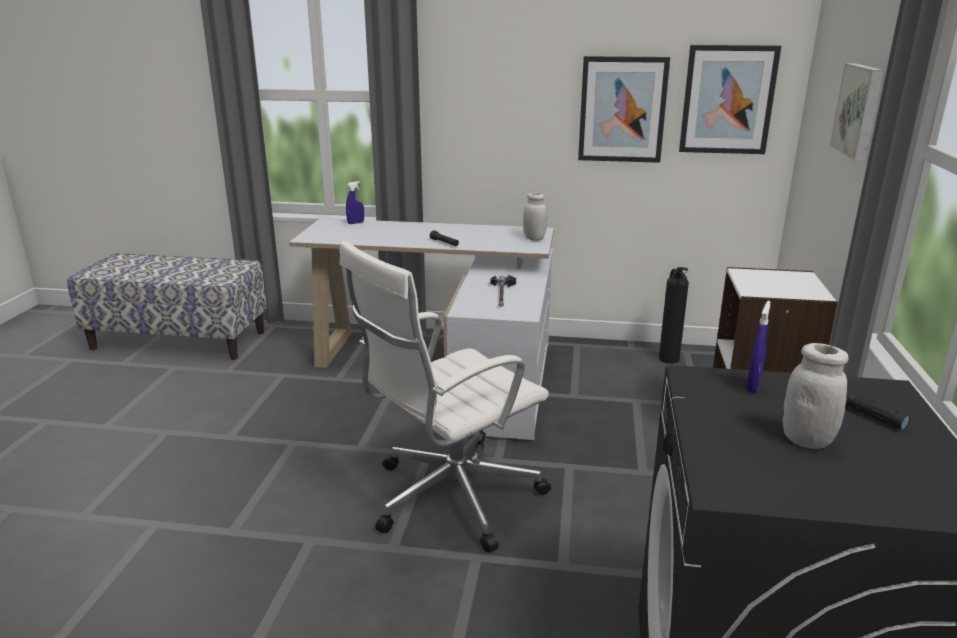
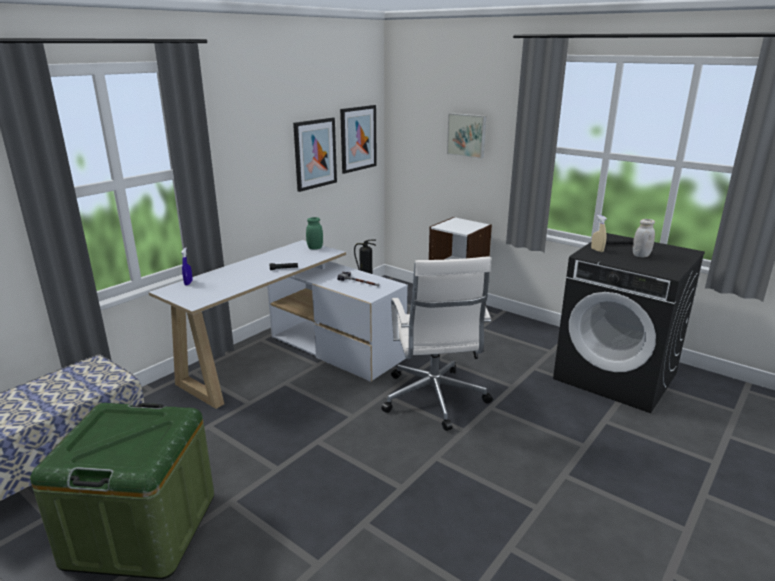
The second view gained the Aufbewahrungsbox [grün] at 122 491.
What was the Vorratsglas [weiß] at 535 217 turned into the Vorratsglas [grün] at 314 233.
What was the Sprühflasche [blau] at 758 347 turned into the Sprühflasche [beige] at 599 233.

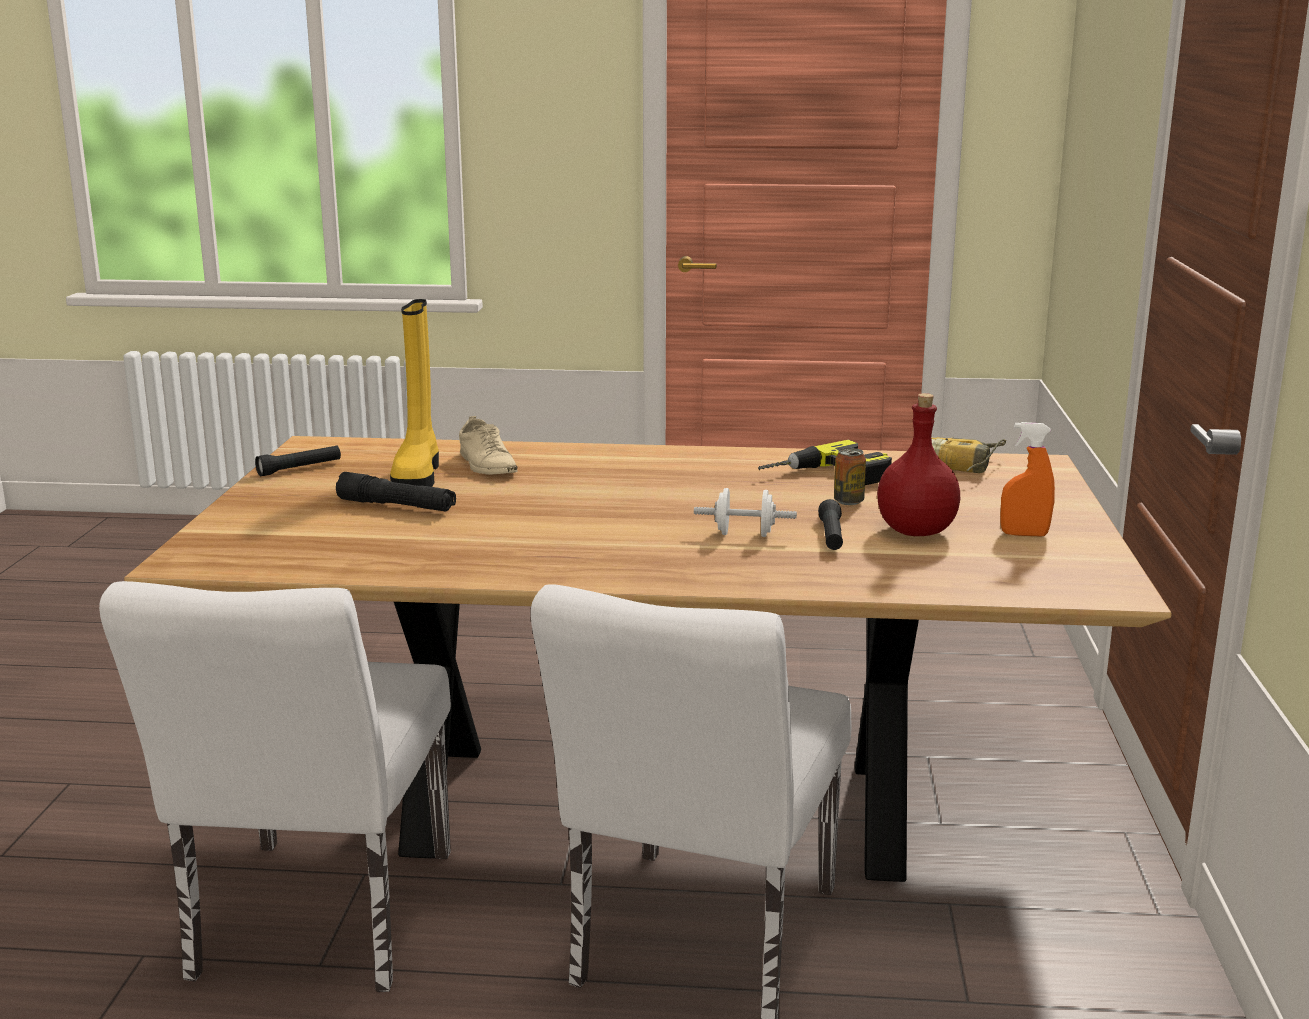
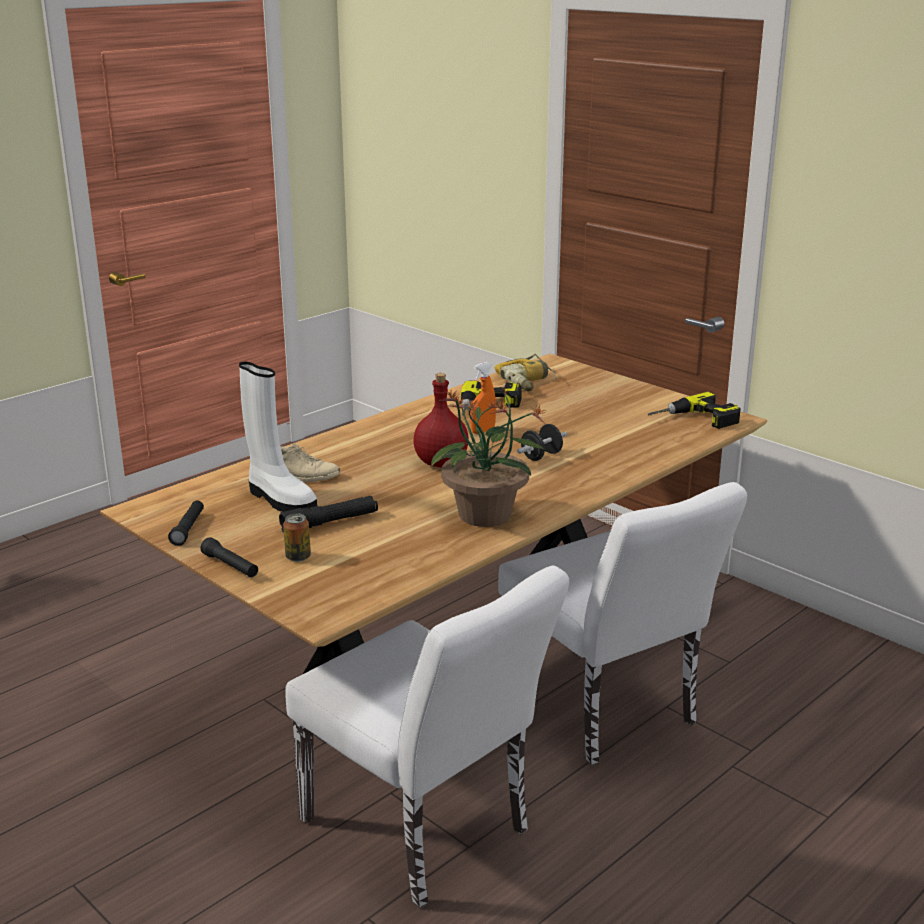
The second view gained the Topfpflanze at 488 458.
The second view gained the Bohrmaschine at 694 410.
The Taschenlampe [schwarz] ended up elsewhere, having gone from 830 524 to 229 557.
The Dose ended up elsewhere, having gone from 850 476 to 297 537.
The Flasche [rot] ended up elsewhere, having gone from 918 464 to 441 420.
The Sprühflasche [orange] ended up elsewhere, having gone from 1028 479 to 483 398.
What was the Stiefel [gelb] at 414 393 turned into the Stiefel [weiß] at 278 437.
What was the Hantel [weiß] at 745 512 turned into the Hantel [schwarz] at 542 442.

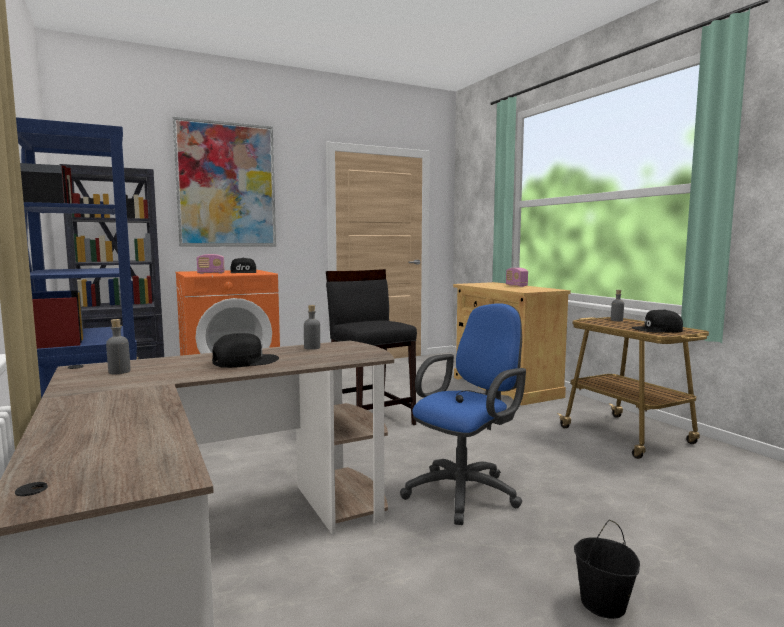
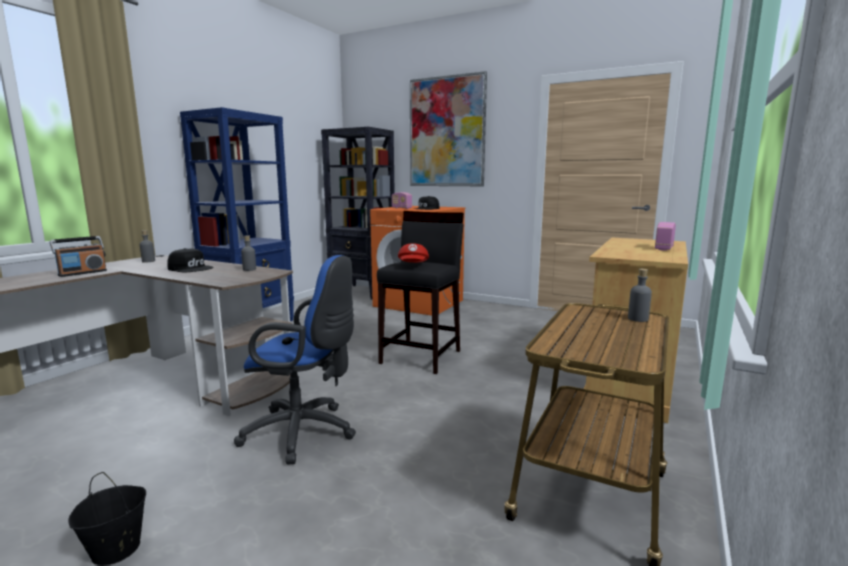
The second view lost the Kappe [schwarz] at 657 321.
The second view gained the Radio at 78 256.
The second view gained the Kappe [rot] at 413 253.

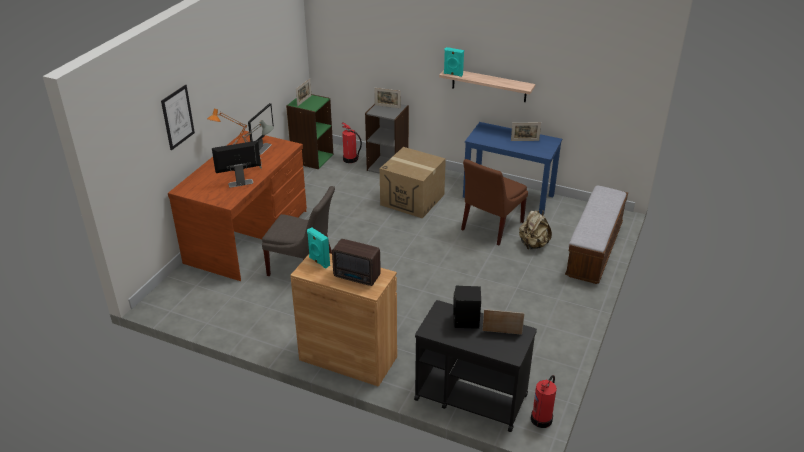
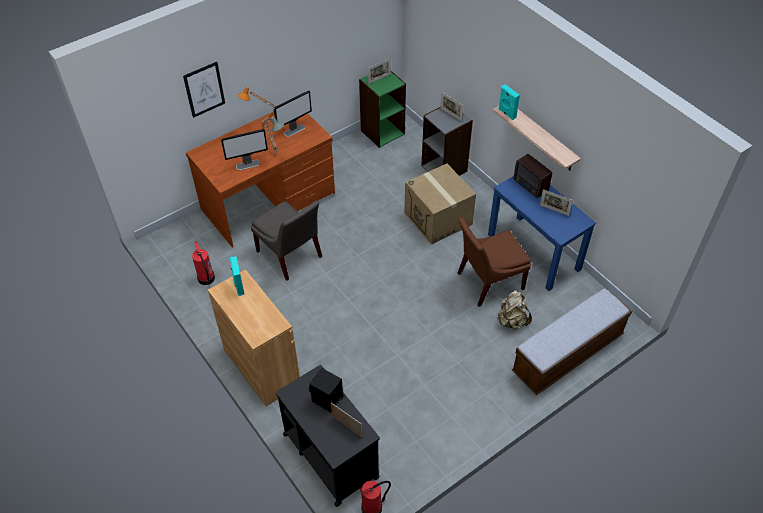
The Radio ended up elsewhere, having gone from 356 262 to 533 176.
The Feuerlöscher ended up elsewhere, having gone from 352 142 to 203 263.
The Monitor at 236 164 ended up facing another way, 150 degrees clockwise from before.

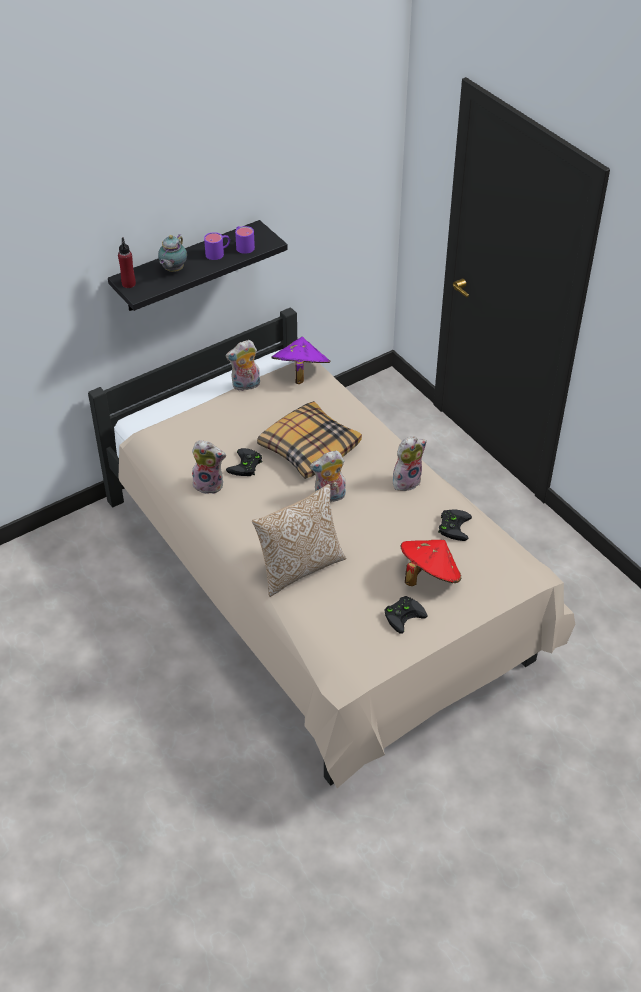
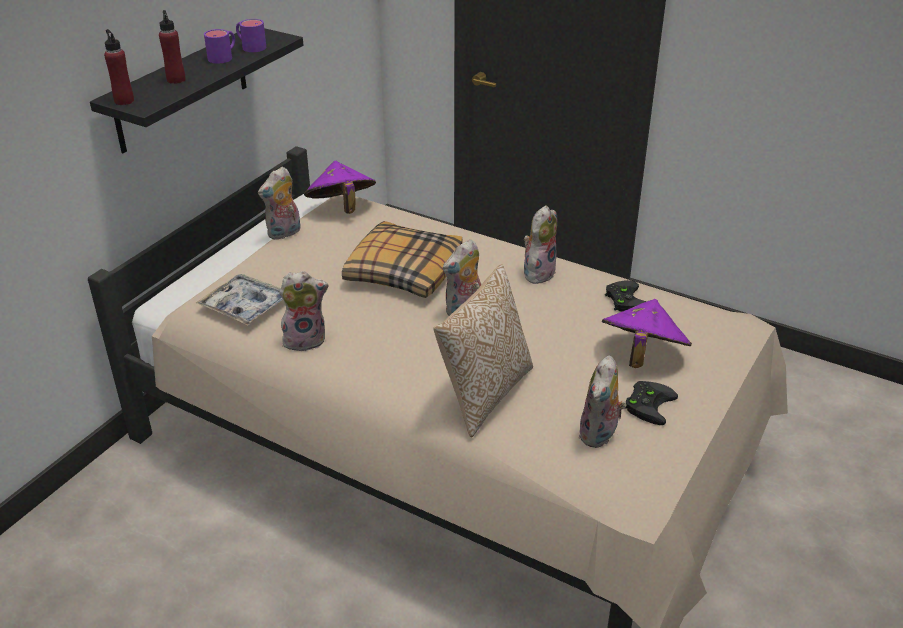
The second view lost the Gamepad [schwarz] at 244 462.
The second view gained the Tablett at 239 300.
The second view gained the Plüschtier at 602 401.
Where the Teekanne stood at 172 253, the Flasche [rot] came to stand at 172 47.
What was the Hut [rot] at 431 563 turned into the Hut [lila] at 647 333.

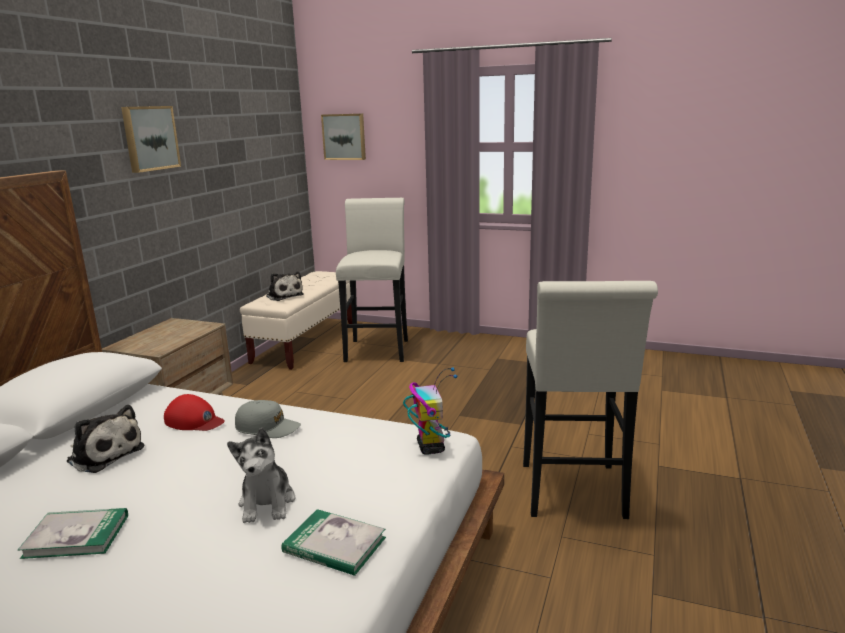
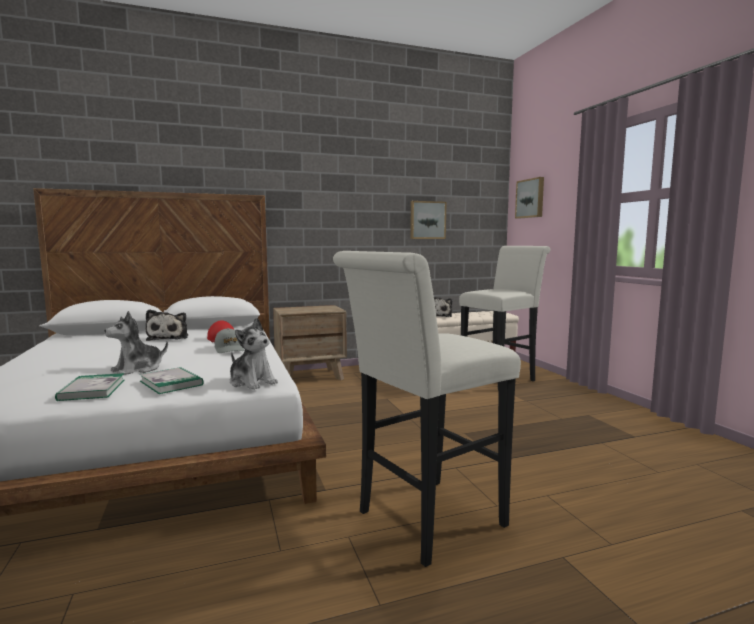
The Buch ended up elsewhere, having gone from 73 533 to 171 380.
The Bild ended up elsewhere, having gone from 151 139 to 428 220.
Where the Spielzeugroboter stood at 430 411, the Plüschtier came to stand at 254 354.

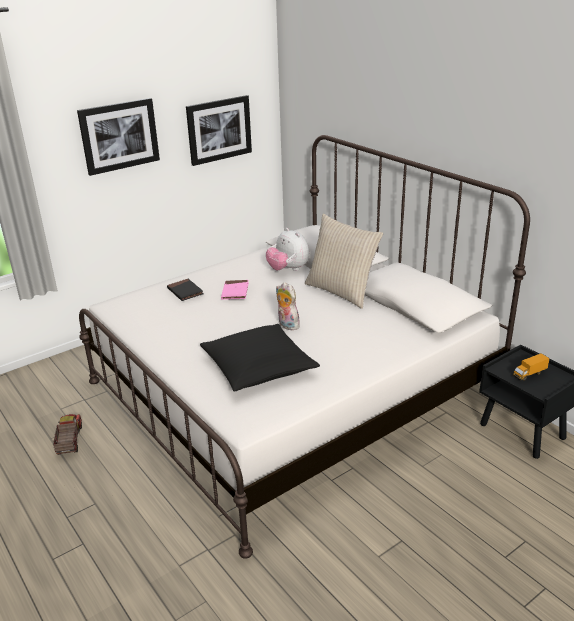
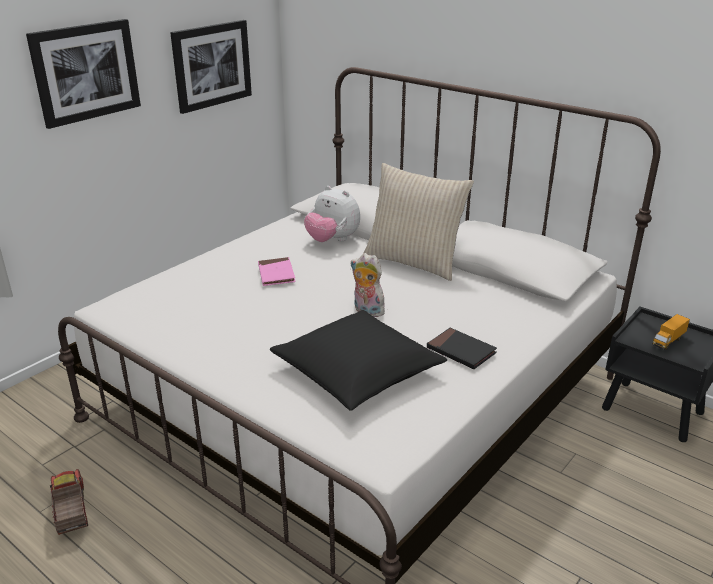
The Buch [schwarz] ended up elsewhere, having gone from 185 290 to 462 348.

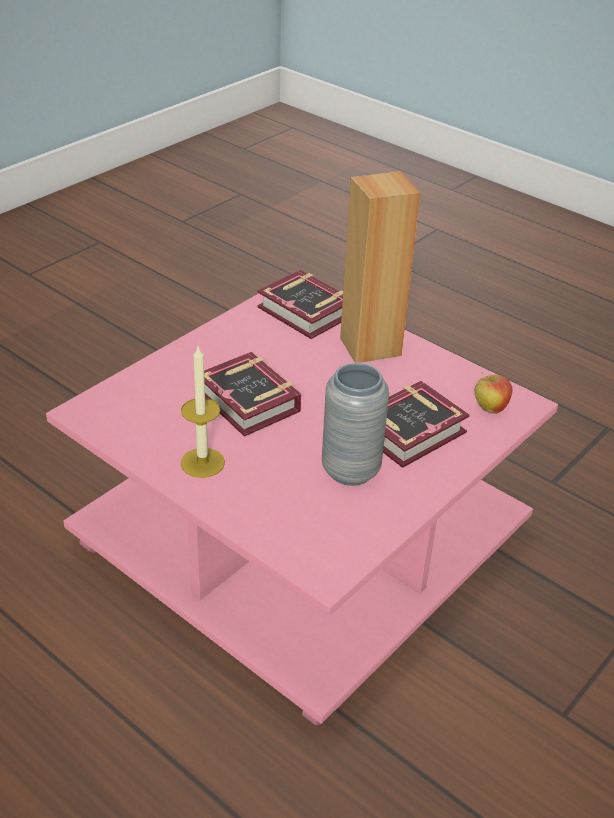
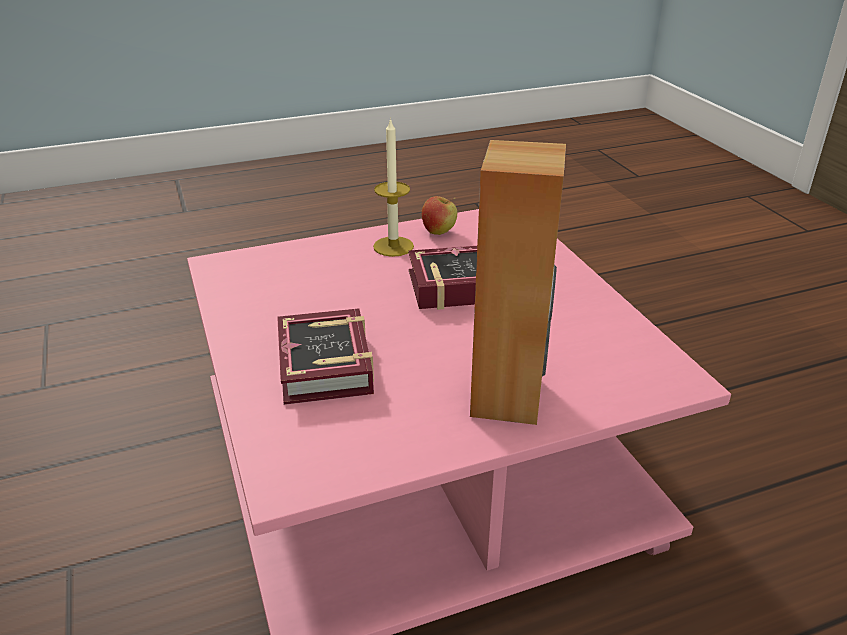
The second view lost the Buch at 300 304.
The second view lost the Vase [grau] at 355 424.
The Apfel ended up elsewhere, having gone from 493 393 to 439 215.

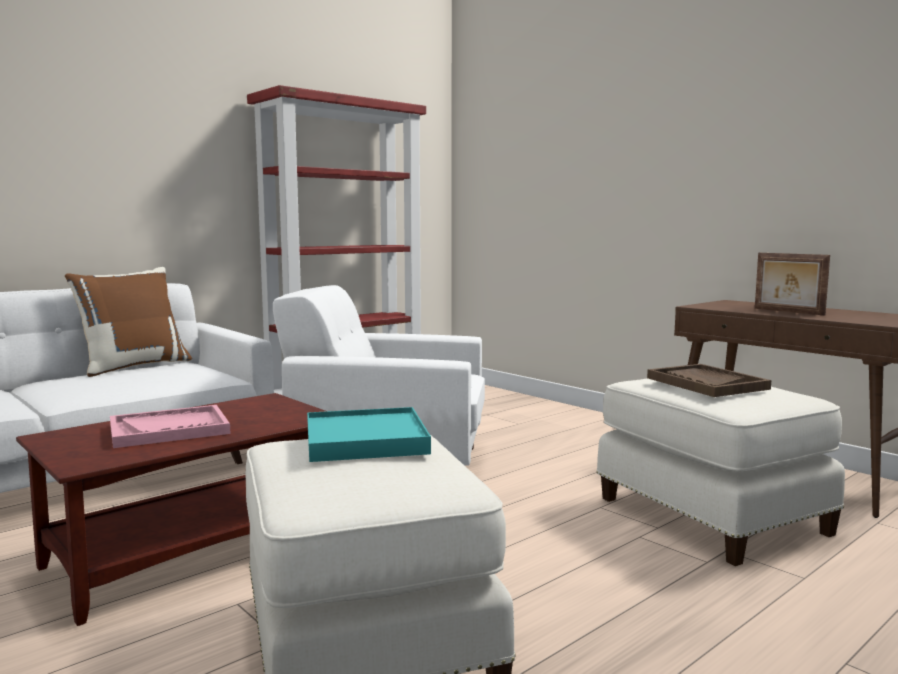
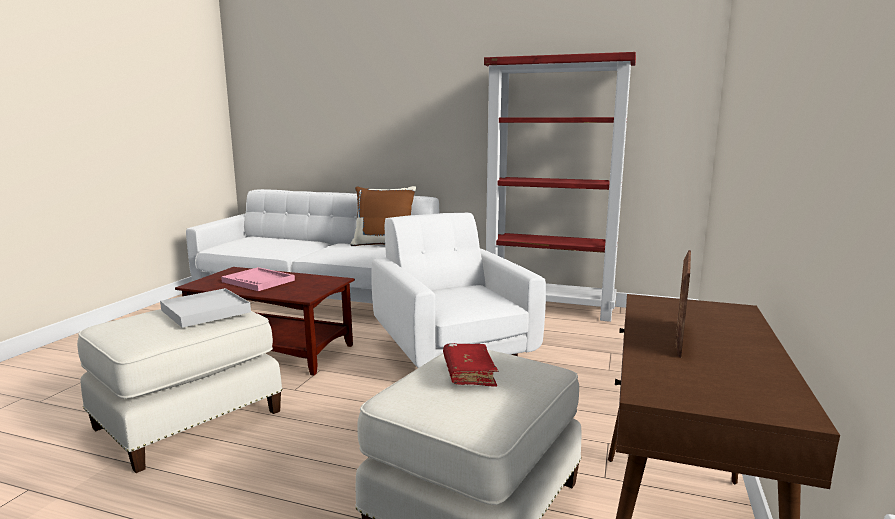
Where the Tablett [braun] stood at 709 380, the Buch [rot] came to stand at 470 365.
What was the Tablett [türkis] at 369 434 turned into the Tablett [weiß] at 205 308.

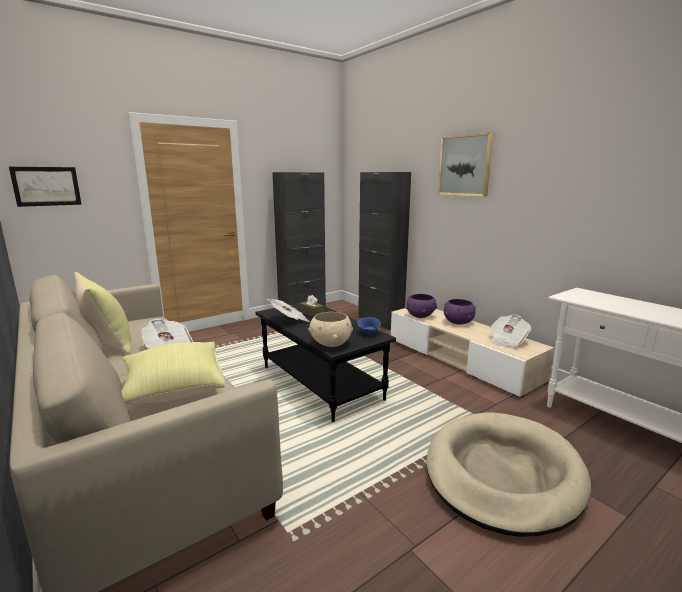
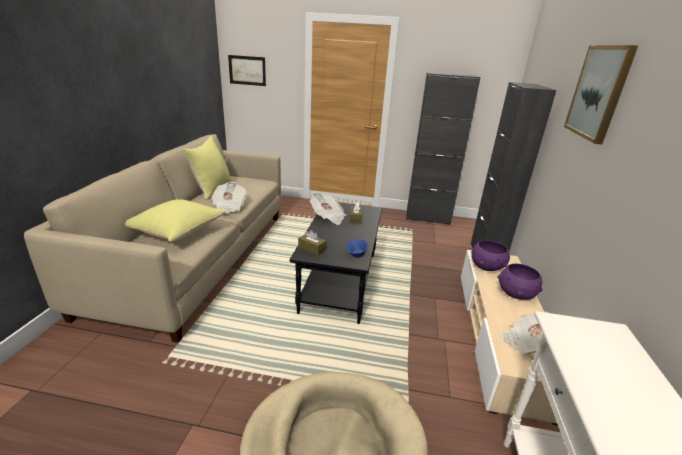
Where the Schüssel [beige] stood at 330 329, the Taschentuchbox [braun] came to stand at 312 242.

